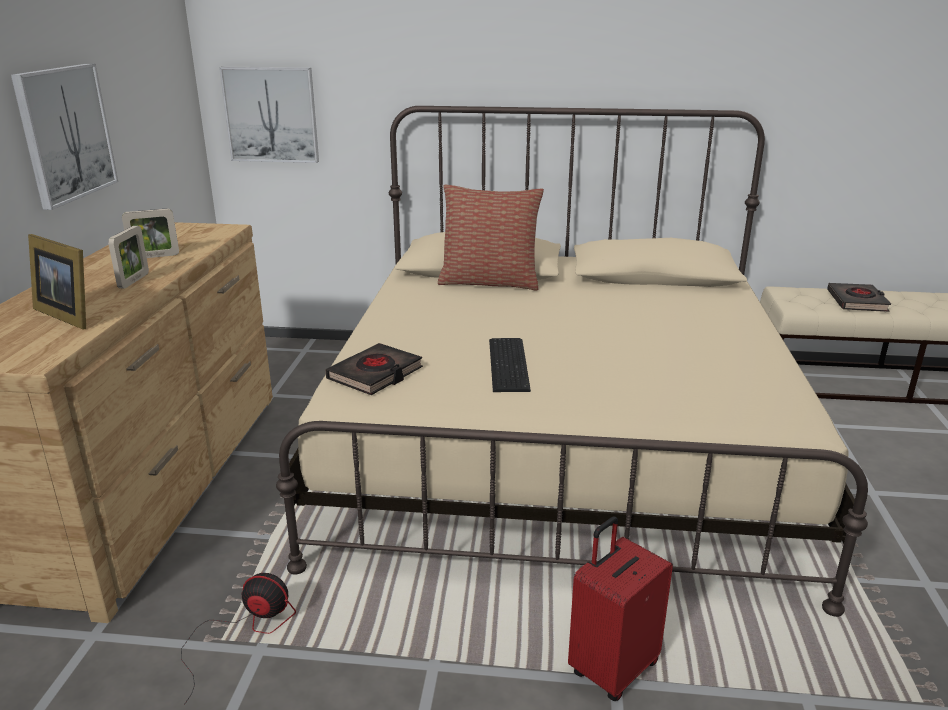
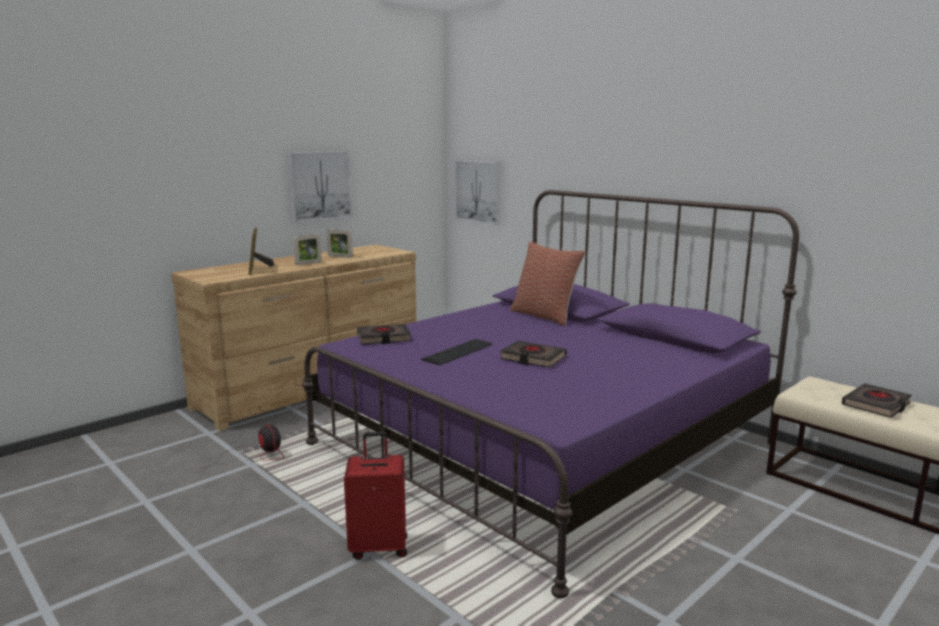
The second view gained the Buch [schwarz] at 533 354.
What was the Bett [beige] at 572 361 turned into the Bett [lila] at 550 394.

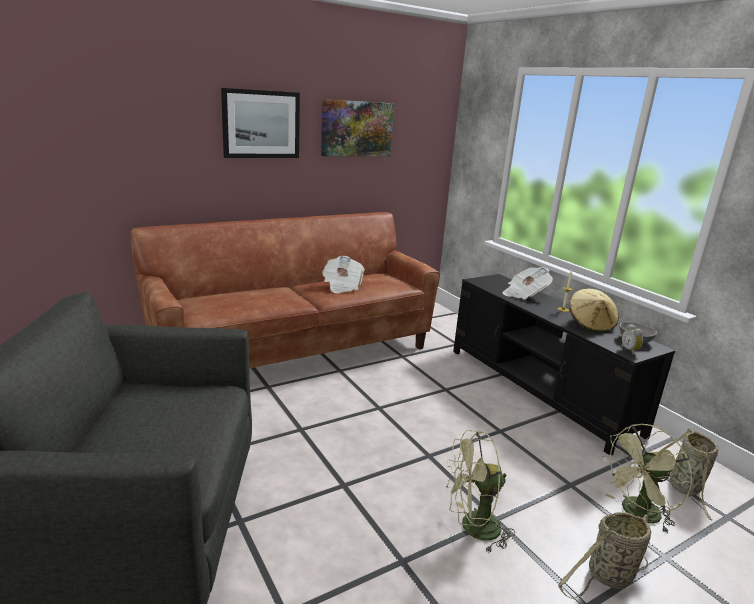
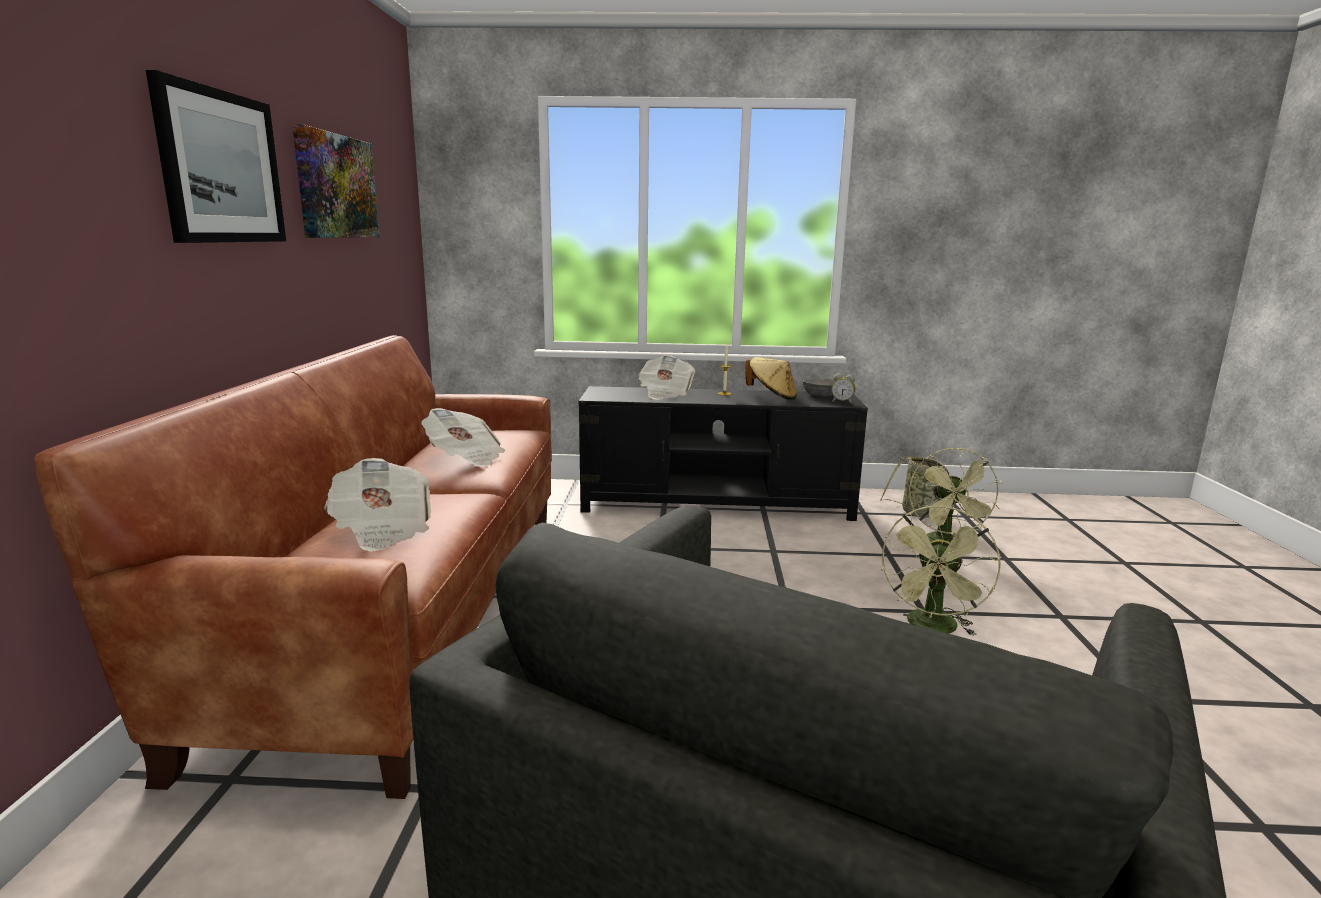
The second view lost the Korb at 604 555.
The second view gained the Zeitung at 377 505.

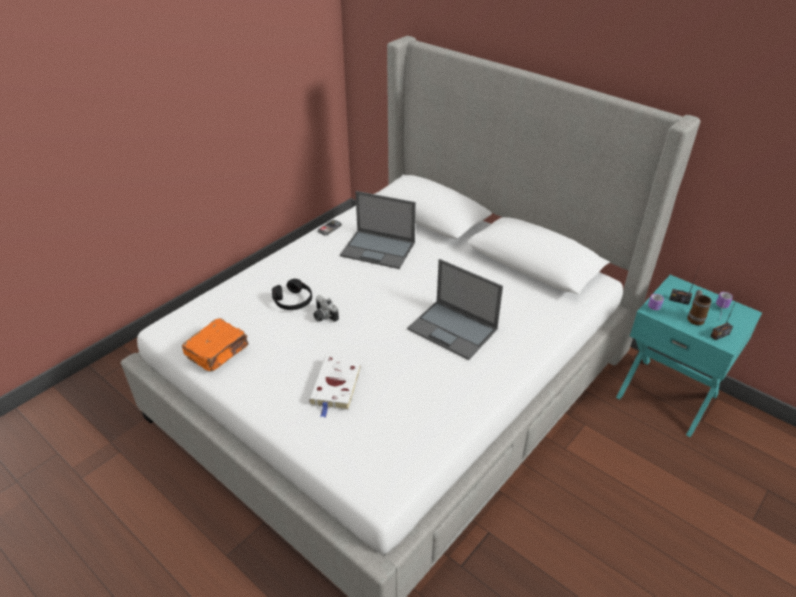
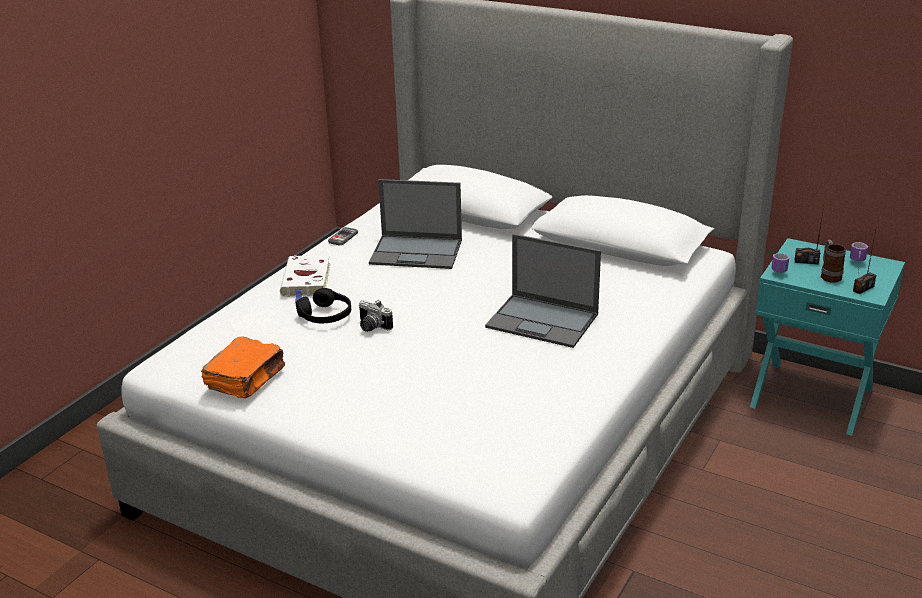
The Buch [weiß] ended up elsewhere, having gone from 335 386 to 305 279.

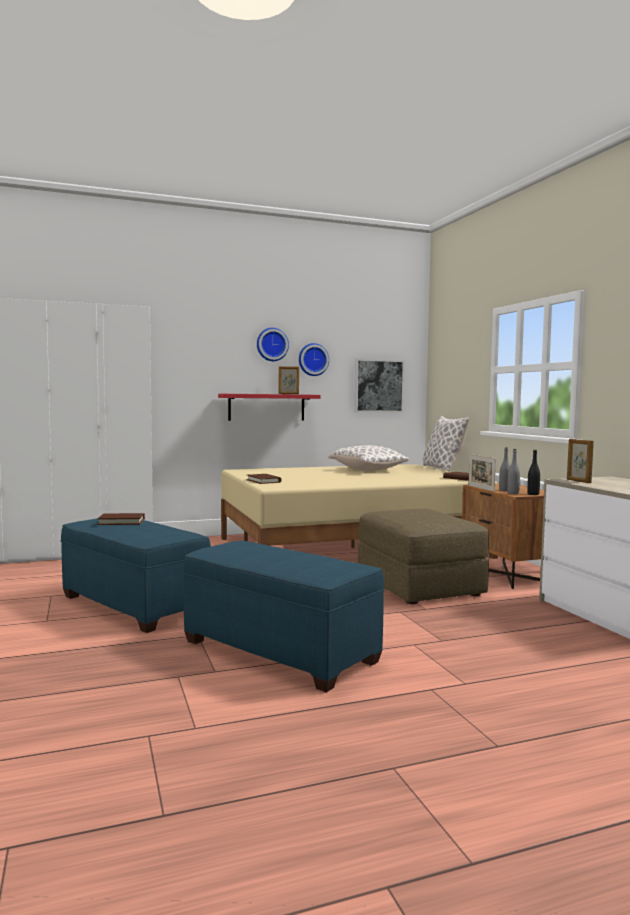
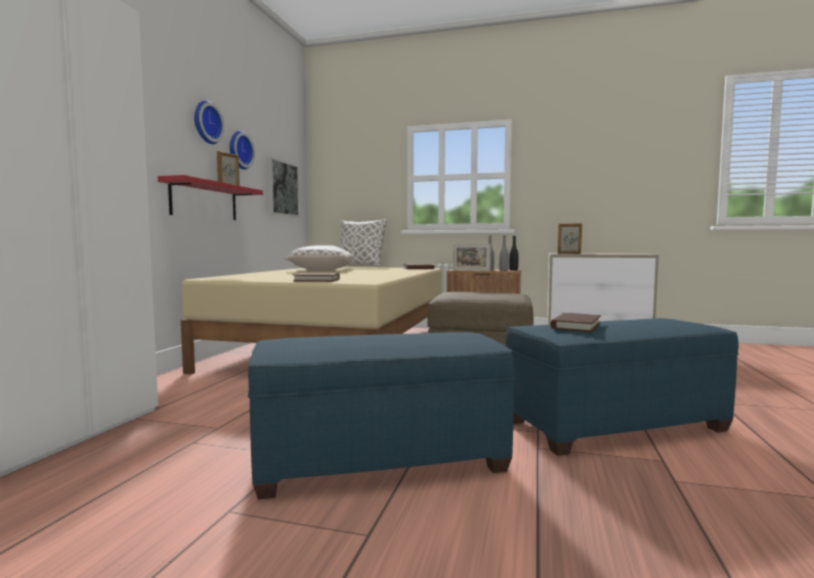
The Buch [braun] ended up elsewhere, having gone from 121 519 to 575 322.

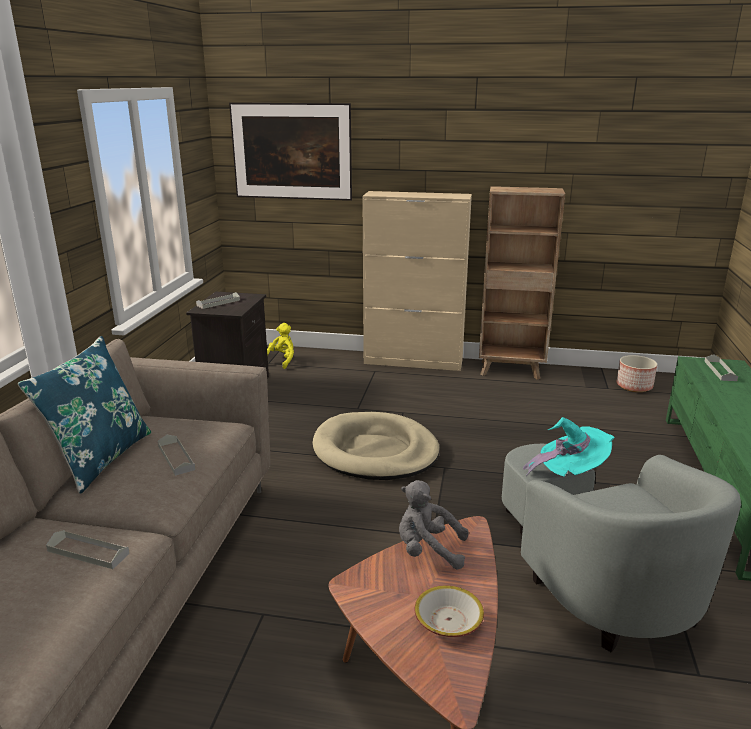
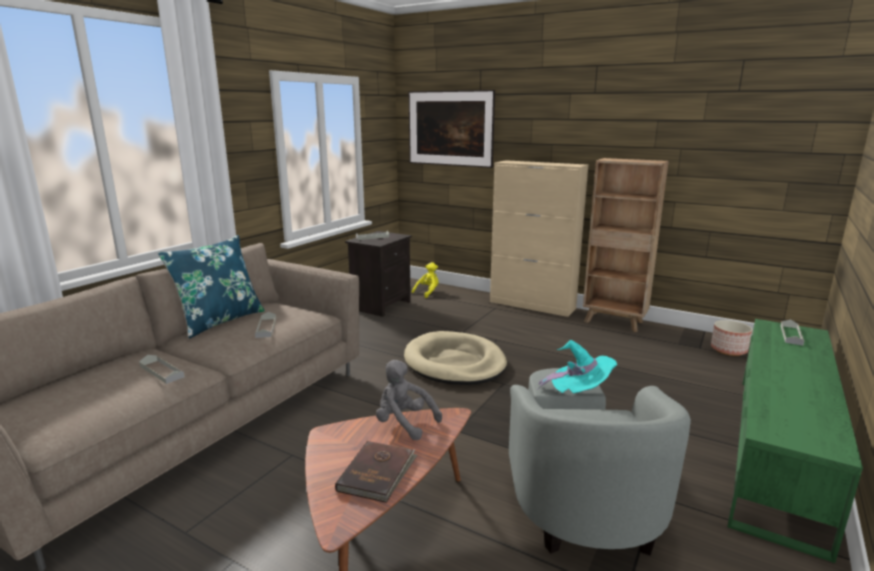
Where the Schüssel stood at 449 611, the Buch [braun] came to stand at 376 472.

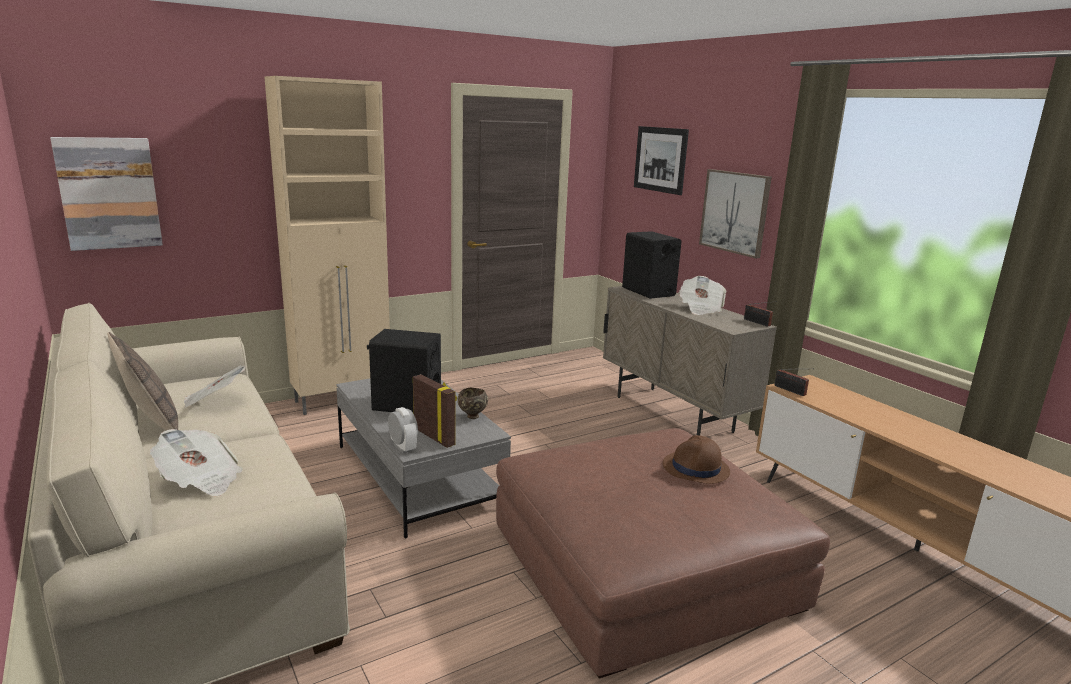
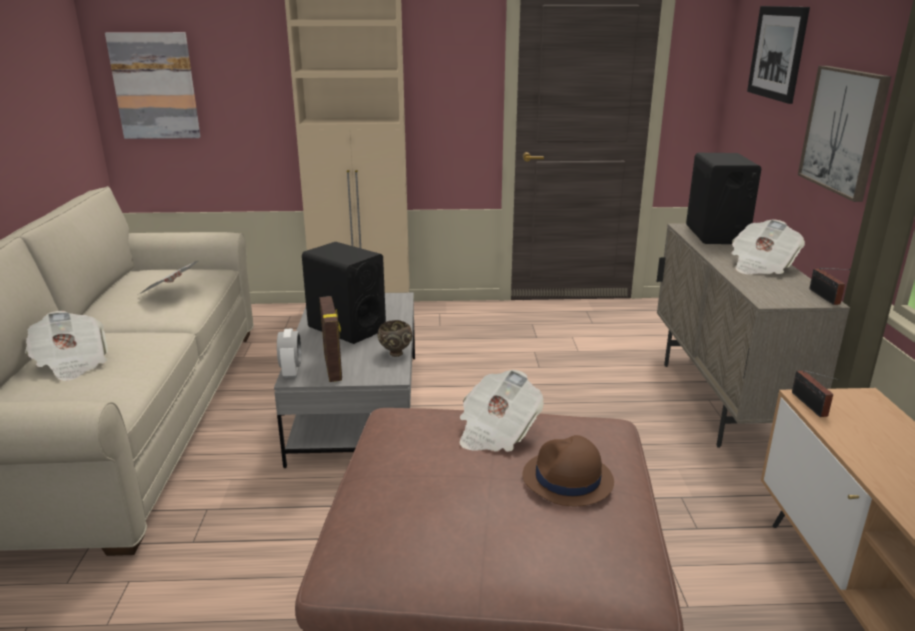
The second view lost the Kissen at 142 381.
The second view gained the Zeitung at 502 411.

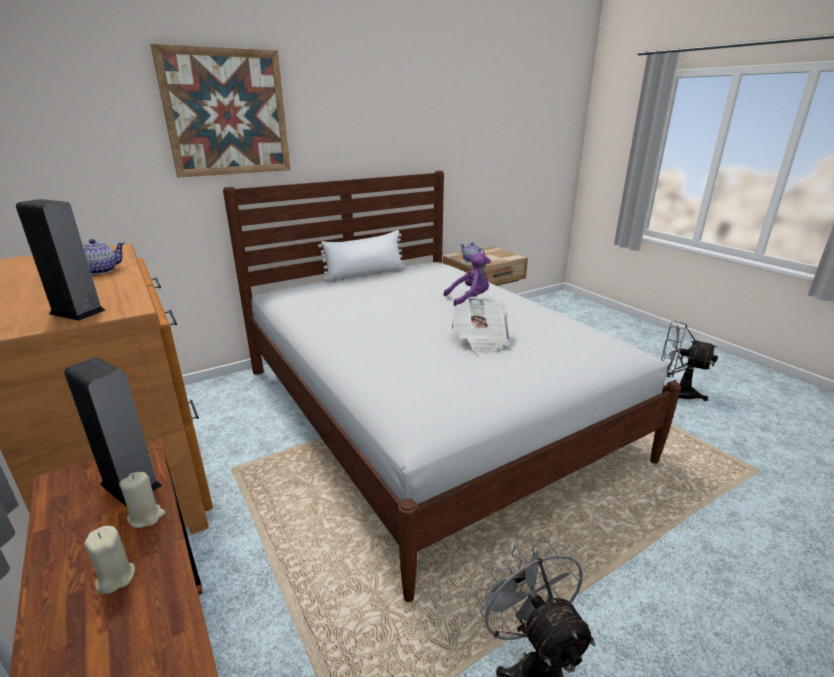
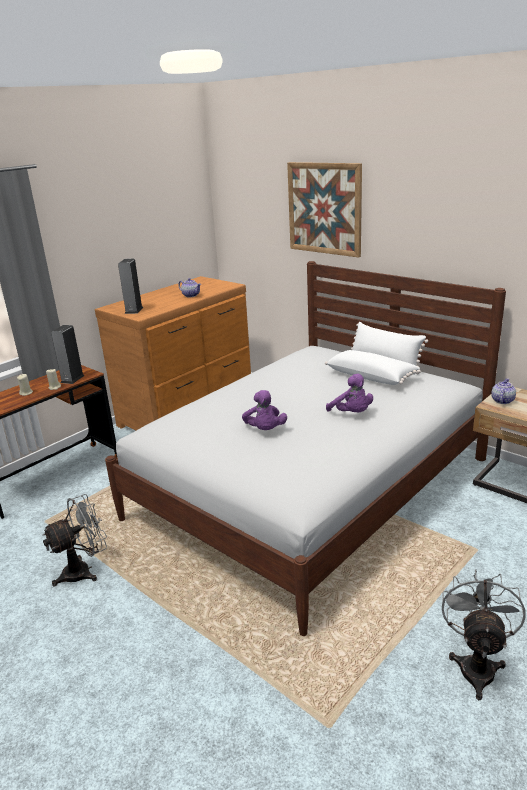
The second view gained the Kissen [weiß] at 373 367.
Where the Zeitung stood at 481 326, the Plüschtier [lila] came to stand at 264 410.

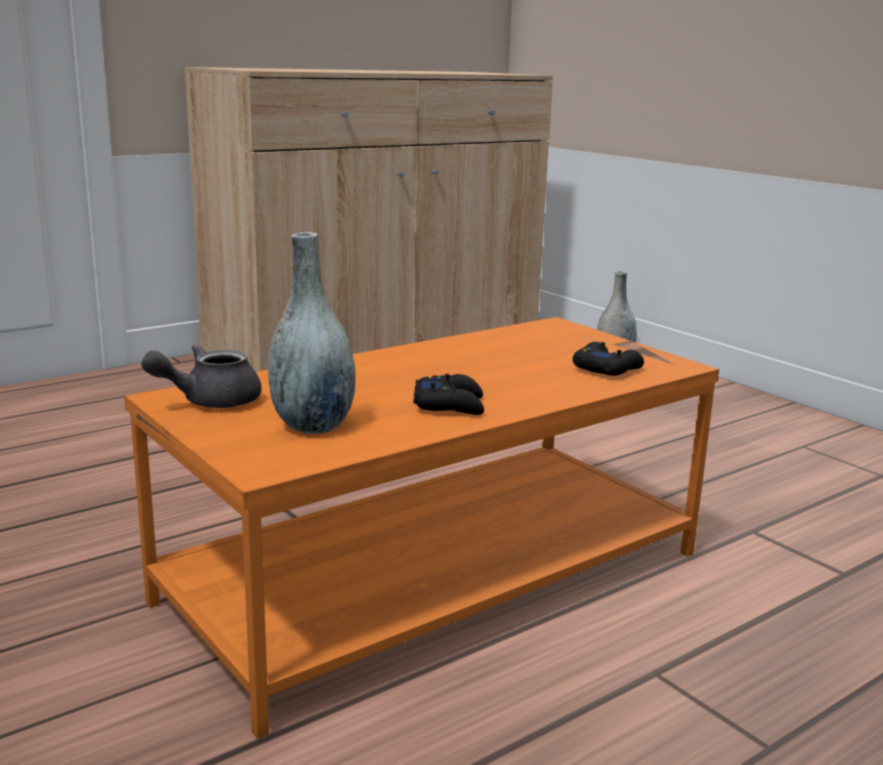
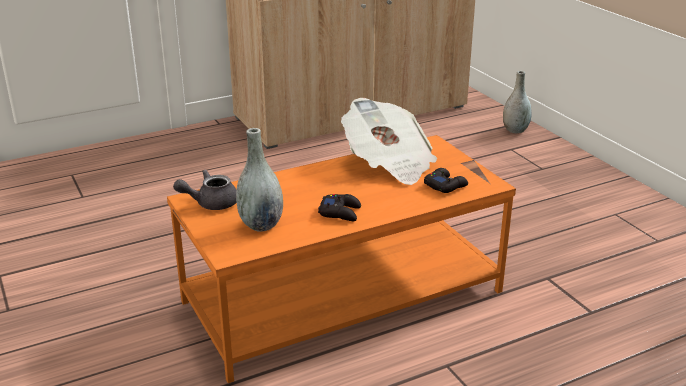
The second view gained the Zeitung at 389 141.

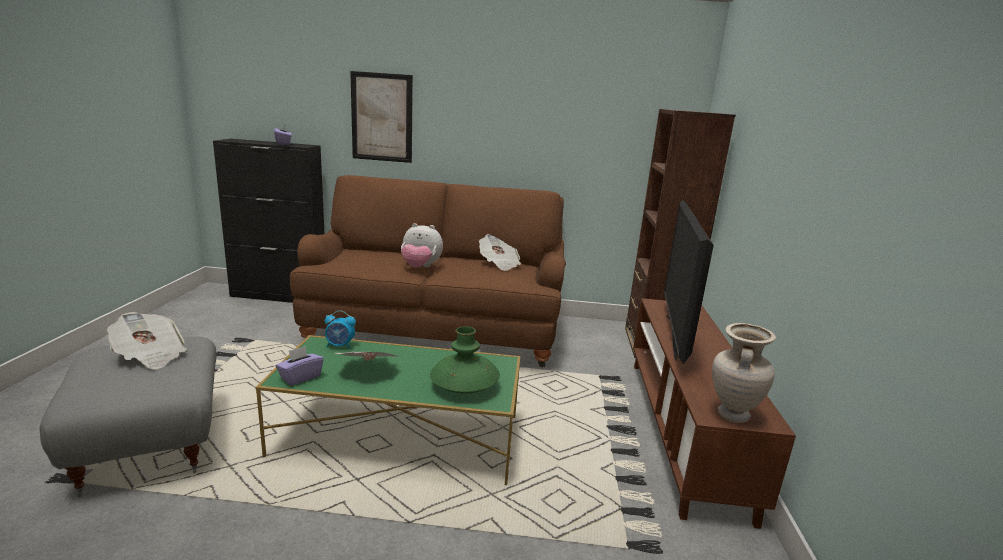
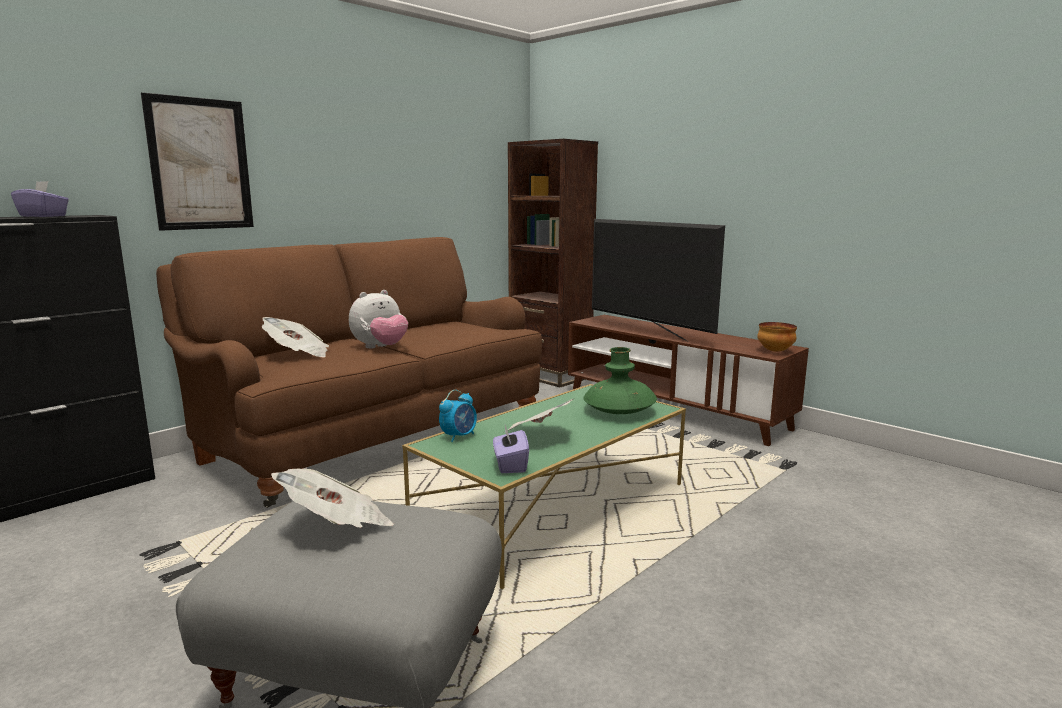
The Zeitung ended up elsewhere, having gone from 500 252 to 295 337.
Where the Vase [beige] stood at 744 373, the Schüssel came to stand at 777 337.

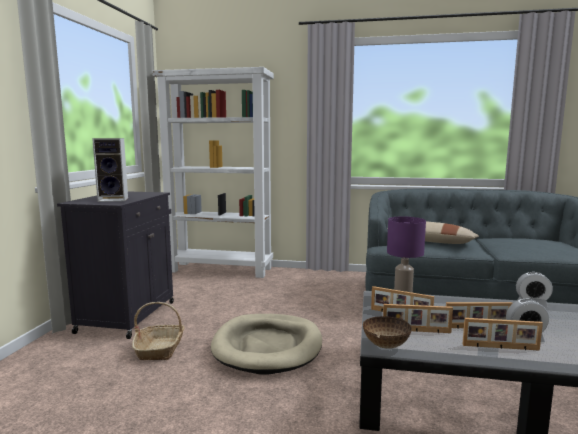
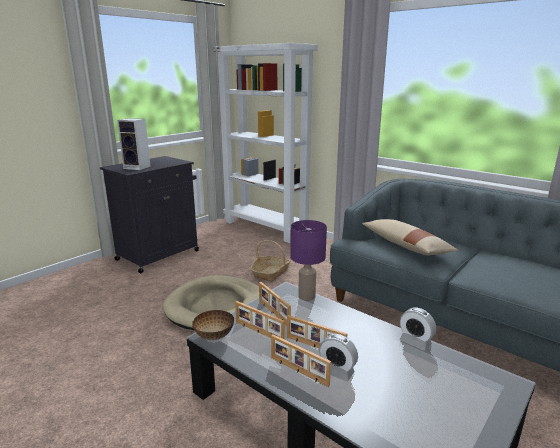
The Korb ended up elsewhere, having gone from 158 331 to 270 261.

